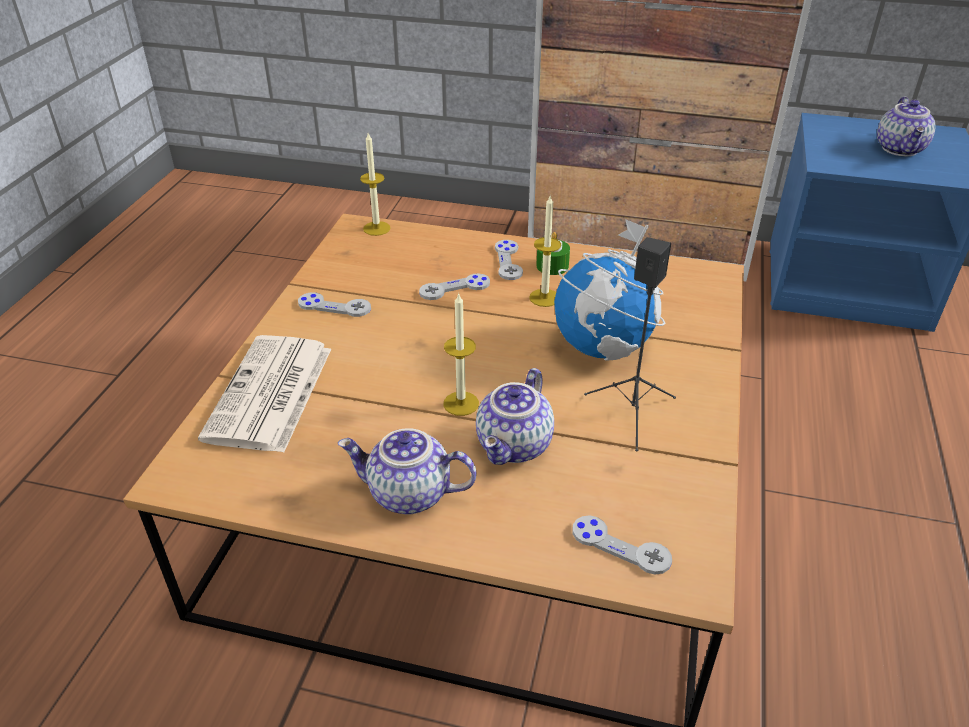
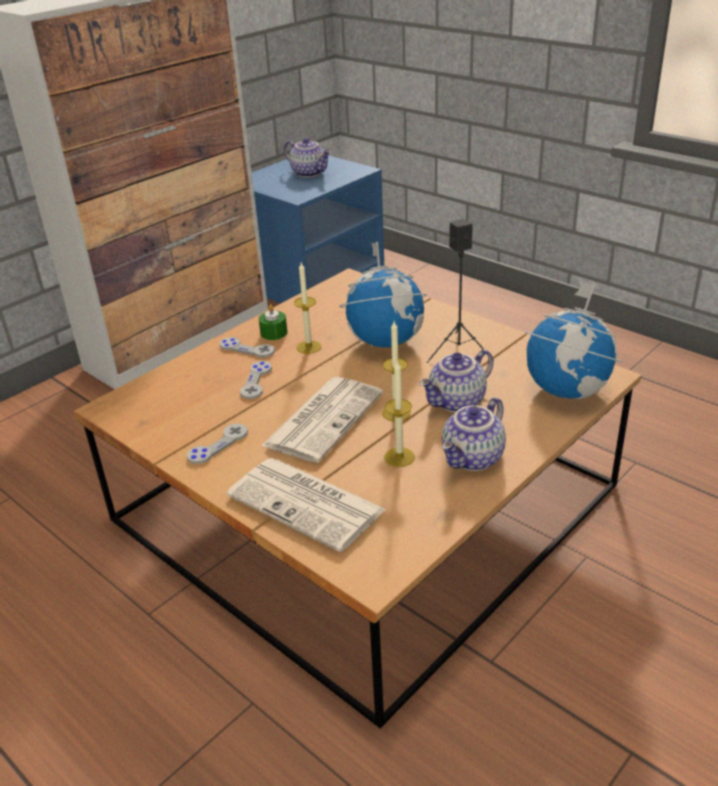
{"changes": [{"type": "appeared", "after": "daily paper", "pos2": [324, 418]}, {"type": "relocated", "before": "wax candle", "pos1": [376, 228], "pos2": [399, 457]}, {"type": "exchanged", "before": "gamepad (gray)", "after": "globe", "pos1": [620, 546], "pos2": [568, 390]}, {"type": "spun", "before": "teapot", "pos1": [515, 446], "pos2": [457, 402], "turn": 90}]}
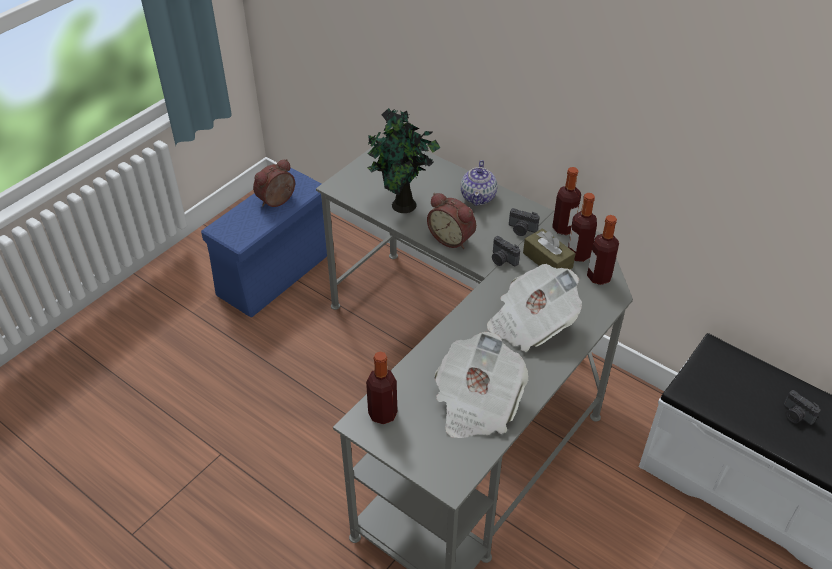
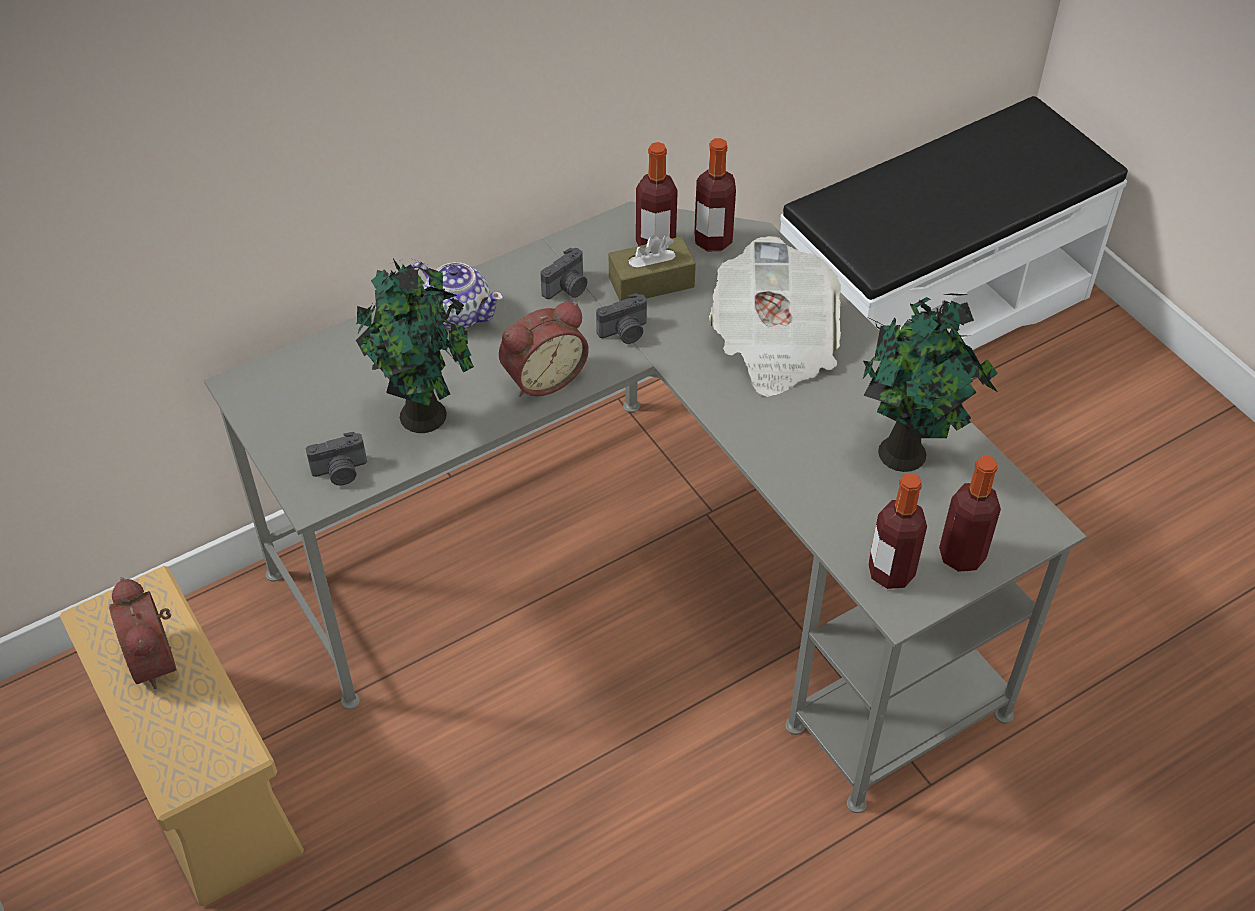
{"changes": [{"type": "relocated", "before": "bottle", "pos1": [563, 228], "pos2": [962, 555]}, {"type": "relocated", "before": "still camera", "pos1": [795, 416], "pos2": [340, 472]}, {"type": "exchanged", "before": "daily paper", "after": "houseplant", "pos1": [476, 403], "pos2": [907, 454]}, {"type": "colour", "before": "storage container (blue-coloured)", "after": "storage container (sand-coloured)", "pos1": [275, 274], "pos2": [205, 783]}]}
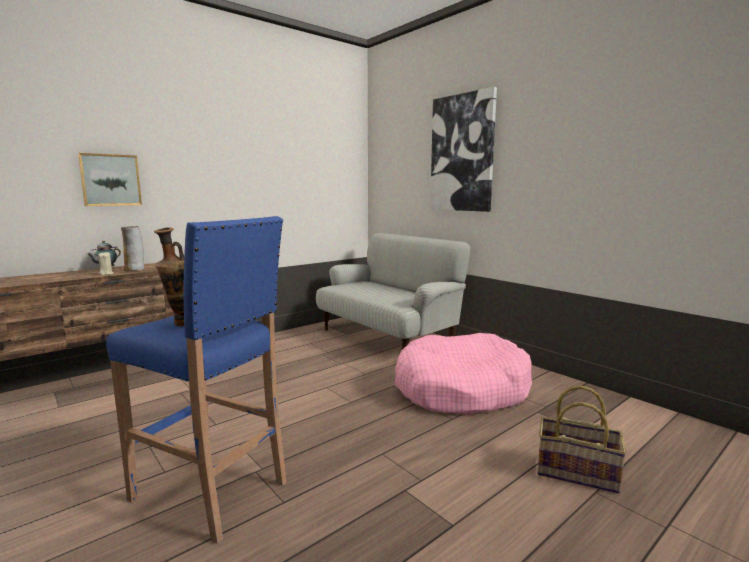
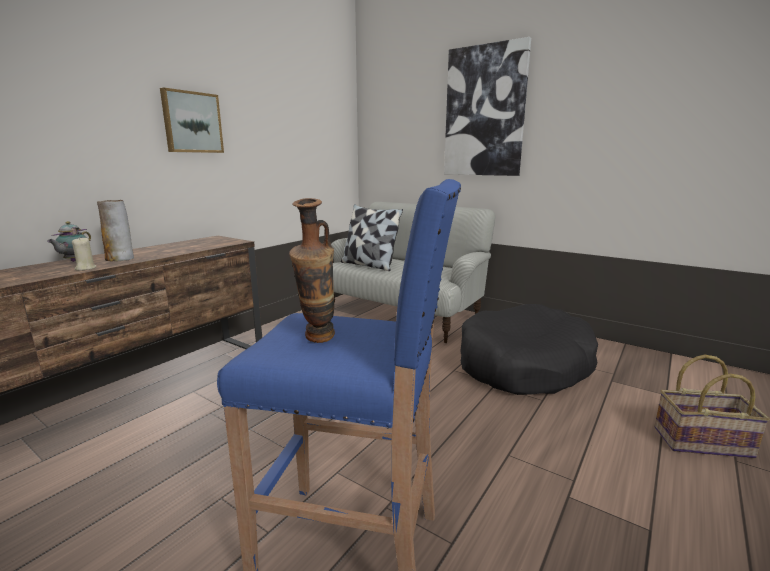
{"changes": [{"type": "appeared", "after": "cushion", "pos2": [369, 265]}, {"type": "relocated", "before": "wall picture", "pos1": [110, 180], "pos2": [192, 122]}, {"type": "colour", "before": "dog cushion (pink-coloured)", "after": "dog cushion (black)", "pos1": [461, 389], "pos2": [523, 365]}]}
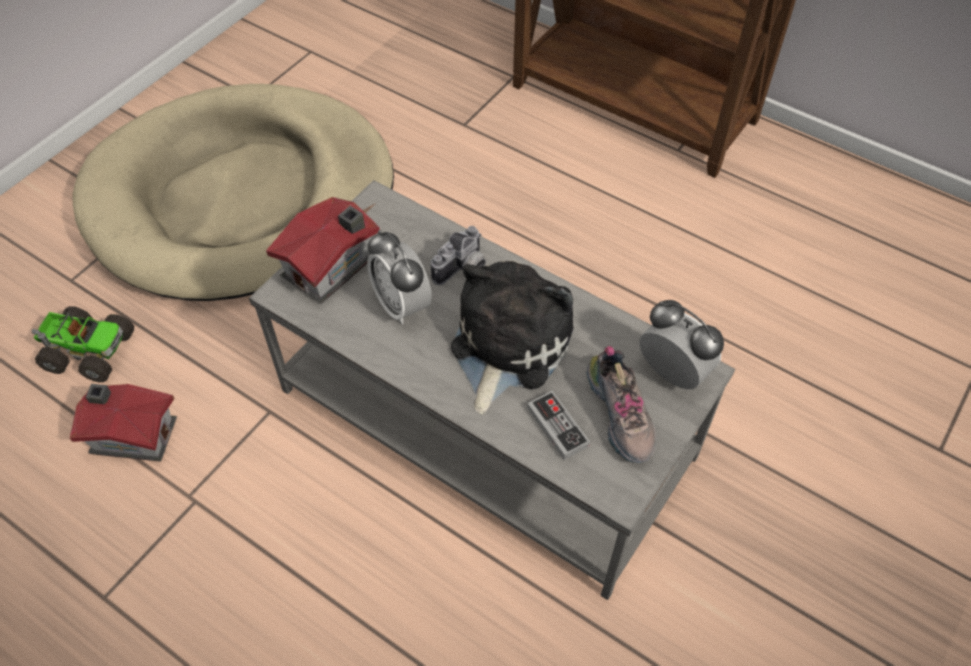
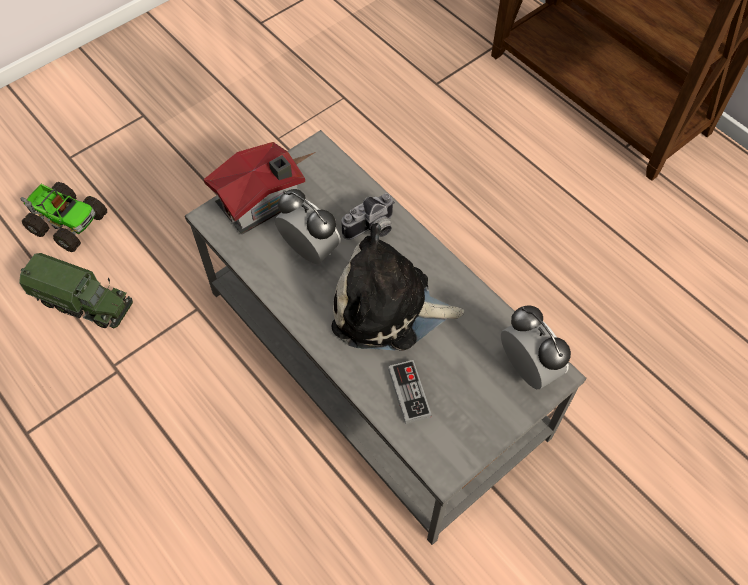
{"changes": [{"type": "missing", "before": "dog cushion (sand-coloured)", "pos1": [241, 198]}, {"type": "missing", "before": "shoe", "pos1": [622, 415]}, {"type": "exchanged", "before": "miniature house", "after": "model truck", "pos1": [133, 434], "pos2": [83, 302]}, {"type": "spun", "before": "table clock", "pos1": [402, 305], "pos2": [310, 251], "turn": 150}, {"type": "spun", "before": "cuddly toy", "pos1": [506, 345], "pos2": [388, 308], "turn": -120}]}
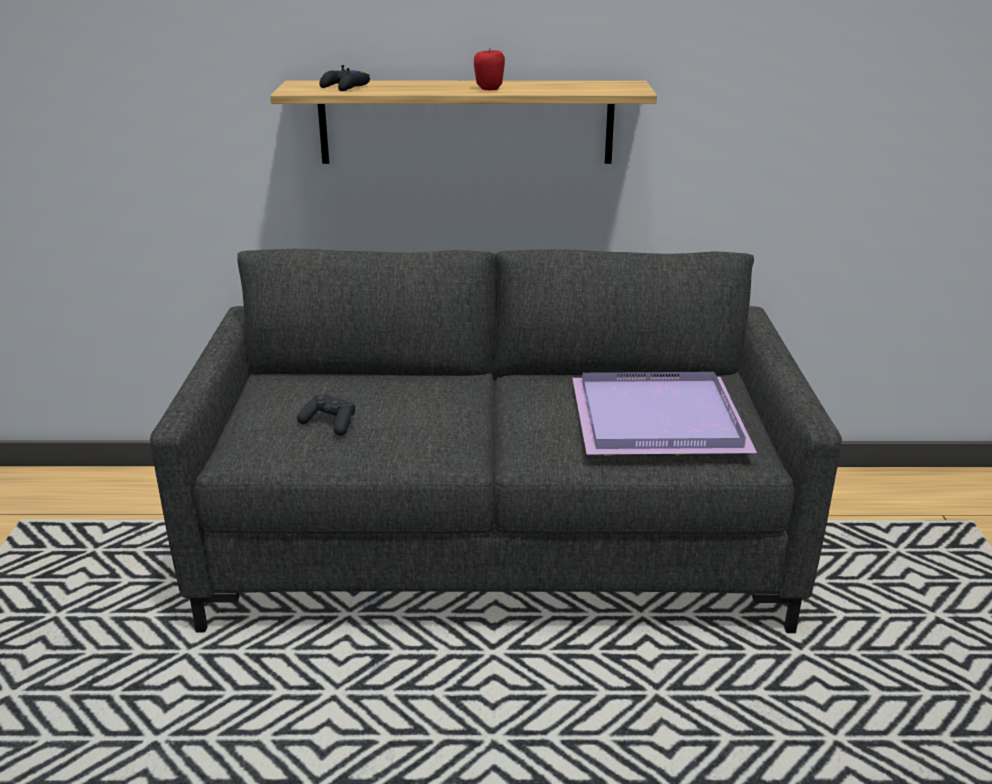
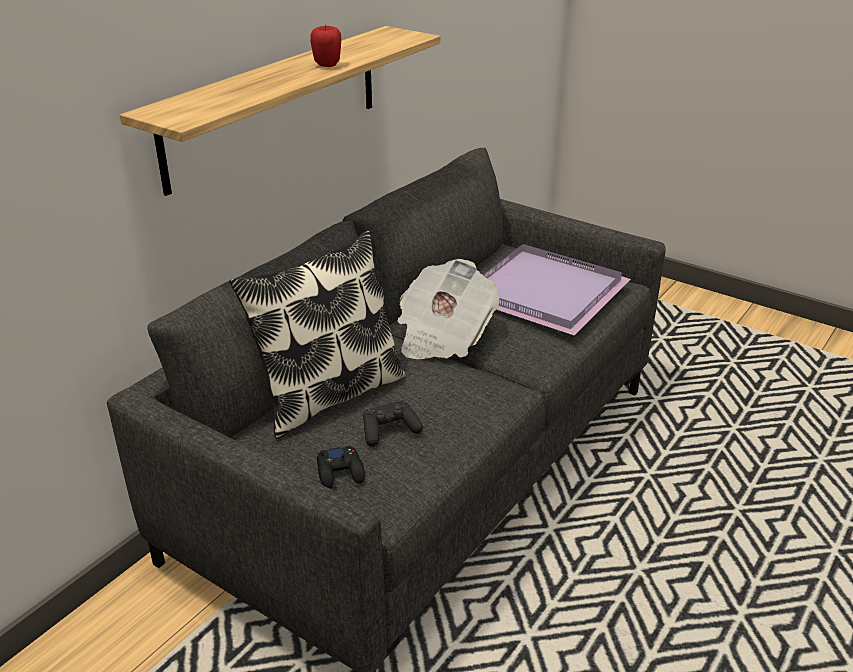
{"changes": [{"type": "appeared", "after": "cushion", "pos2": [328, 395]}, {"type": "appeared", "after": "daily paper", "pos2": [443, 335]}, {"type": "relocated", "before": "gamepad (black)", "pos1": [345, 87], "pos2": [340, 472]}]}
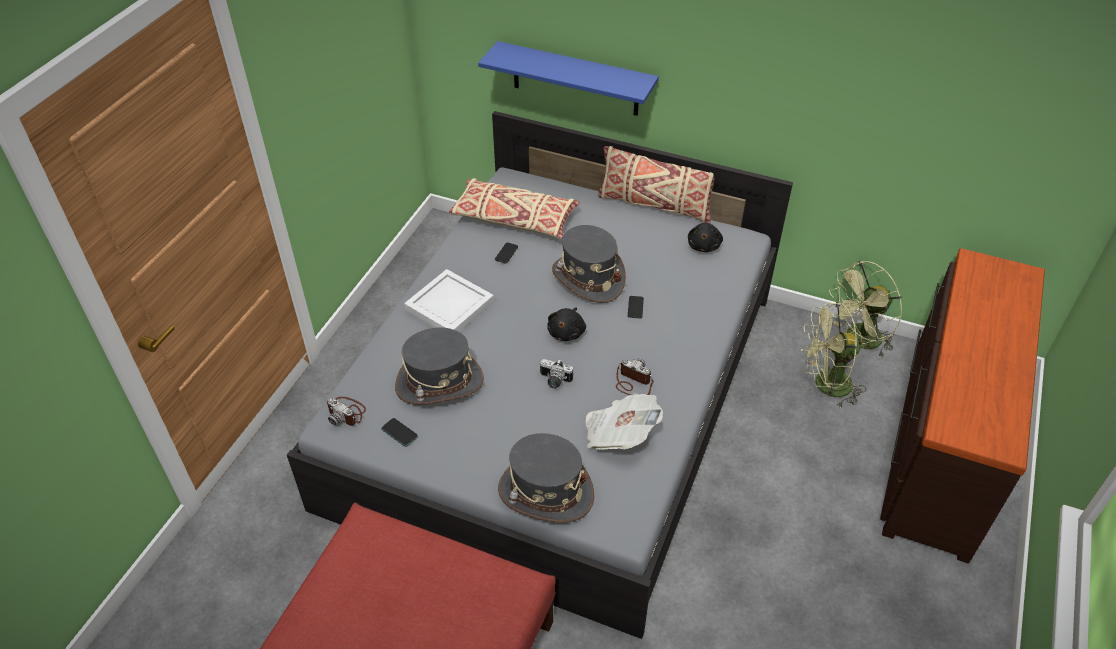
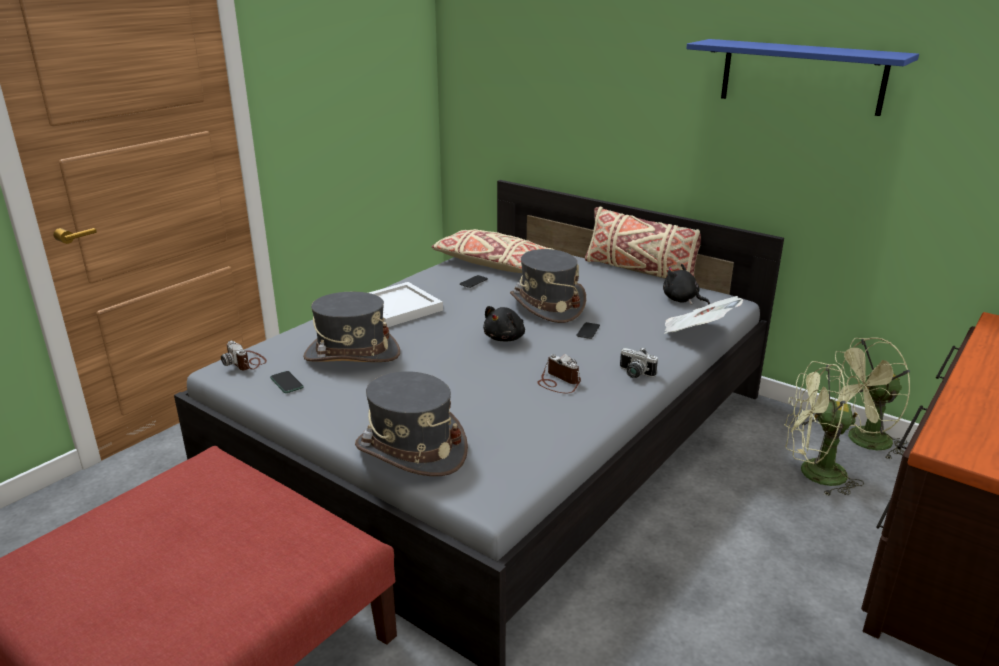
{"changes": [{"type": "relocated", "before": "bracket shelf (blue-coloured)", "pos1": [575, 79], "pos2": [801, 76]}, {"type": "relocated", "before": "still camera", "pos1": [554, 381], "pos2": [634, 374]}, {"type": "relocated", "before": "daily paper", "pos1": [619, 434], "pos2": [697, 333]}, {"type": "spun", "before": "cuddly toy (black)", "pos1": [704, 245], "pos2": [682, 300], "turn": 105}]}
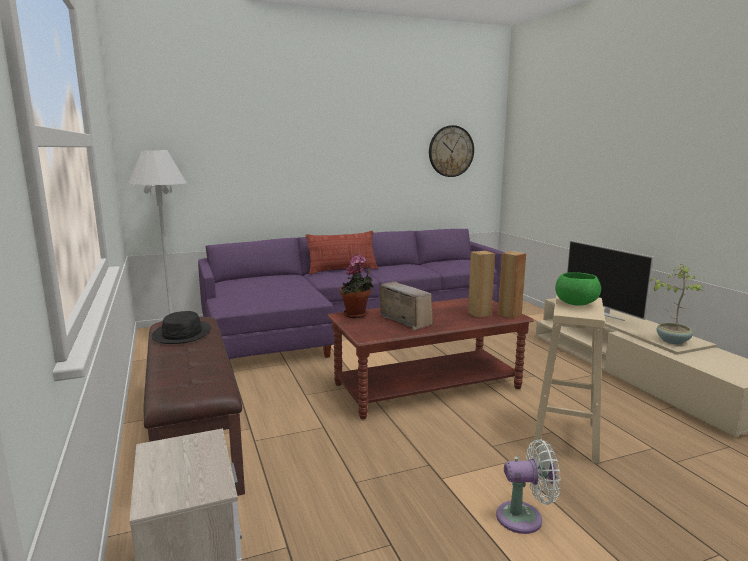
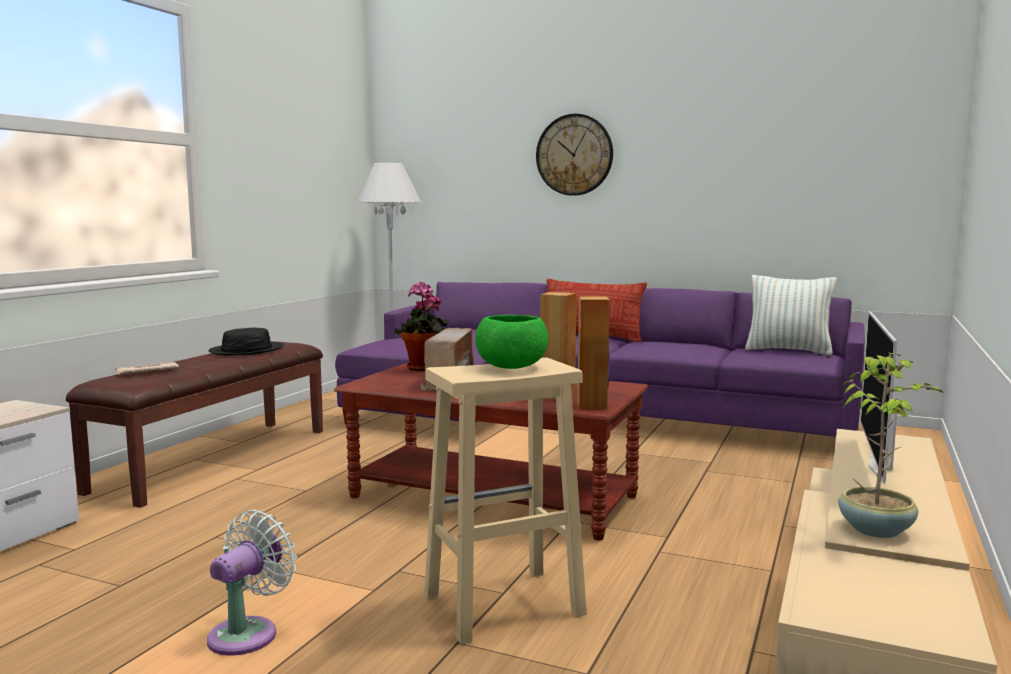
{"changes": [{"type": "appeared", "after": "daily paper", "pos2": [146, 371]}, {"type": "appeared", "after": "cushion", "pos2": [788, 351]}, {"type": "relocated", "before": "wall clock", "pos1": [451, 151], "pos2": [574, 155]}, {"type": "spun", "before": "fan (white-coloured)", "pos1": [524, 518], "pos2": [248, 633], "turn": -105}]}
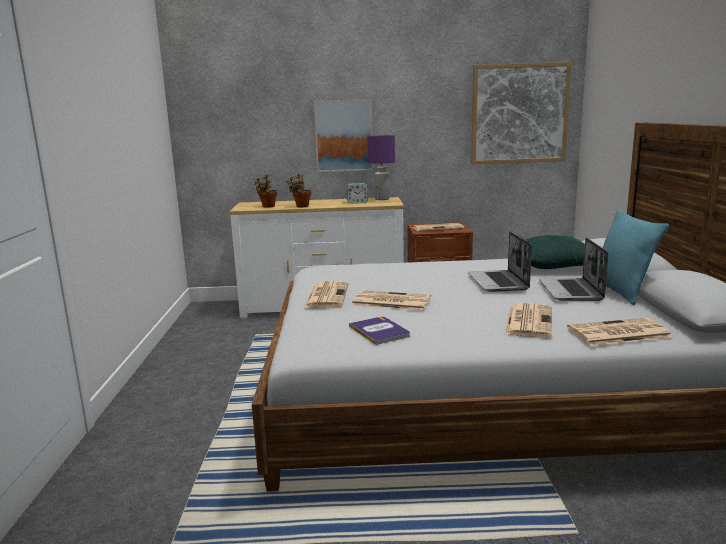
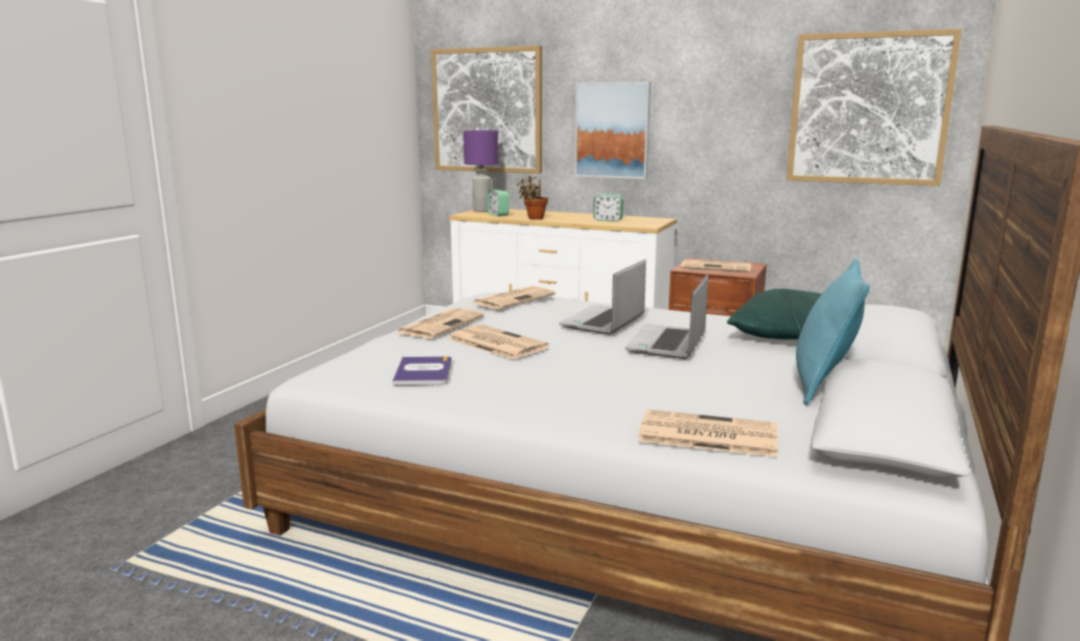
{"changes": [{"type": "appeared", "after": "wall picture", "pos2": [487, 110]}, {"type": "relocated", "before": "table lamp (purple-coloured)", "pos1": [382, 199], "pos2": [482, 211]}, {"type": "relocated", "before": "daily paper", "pos1": [528, 321], "pos2": [514, 299]}, {"type": "relocated", "before": "laptop", "pos1": [571, 291], "pos2": [603, 322]}, {"type": "exchanged", "before": "houseplant", "after": "table clock", "pos1": [267, 206], "pos2": [498, 215]}]}
